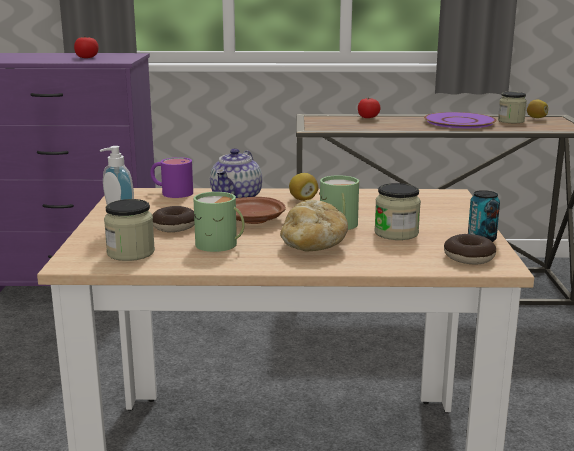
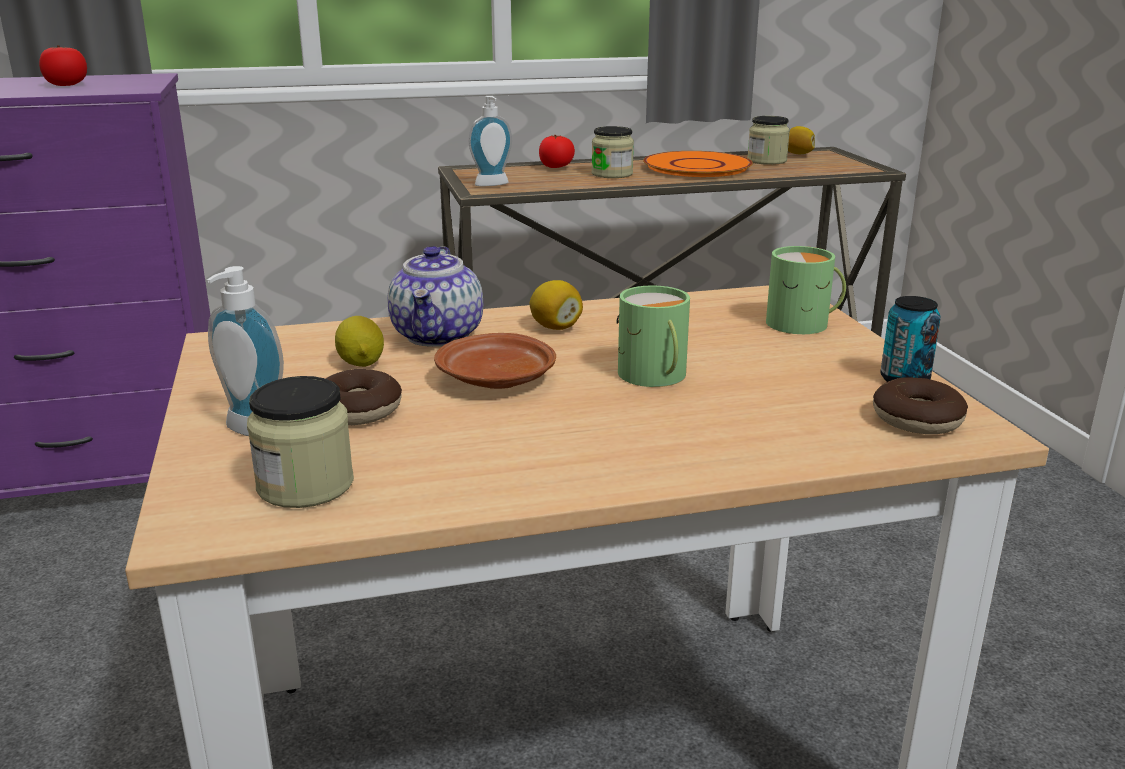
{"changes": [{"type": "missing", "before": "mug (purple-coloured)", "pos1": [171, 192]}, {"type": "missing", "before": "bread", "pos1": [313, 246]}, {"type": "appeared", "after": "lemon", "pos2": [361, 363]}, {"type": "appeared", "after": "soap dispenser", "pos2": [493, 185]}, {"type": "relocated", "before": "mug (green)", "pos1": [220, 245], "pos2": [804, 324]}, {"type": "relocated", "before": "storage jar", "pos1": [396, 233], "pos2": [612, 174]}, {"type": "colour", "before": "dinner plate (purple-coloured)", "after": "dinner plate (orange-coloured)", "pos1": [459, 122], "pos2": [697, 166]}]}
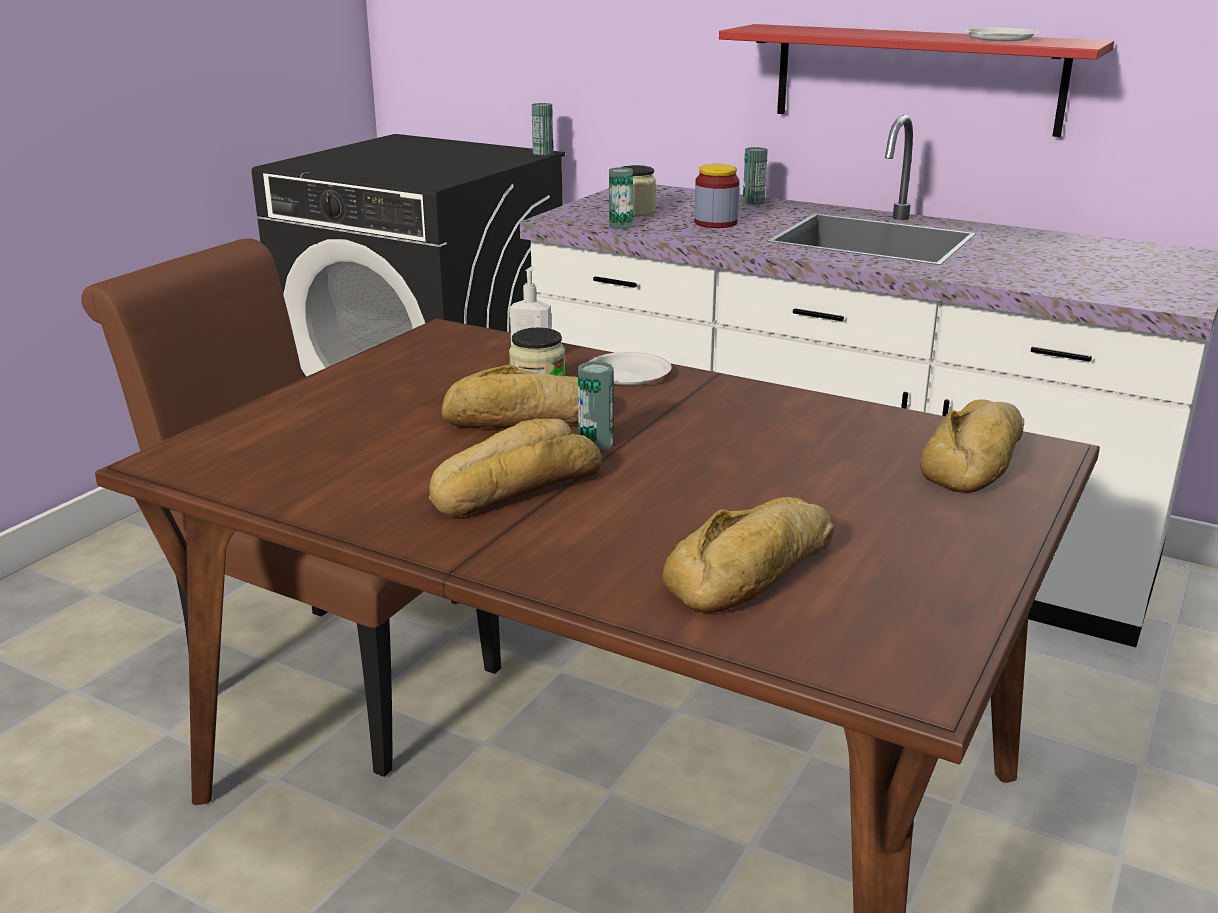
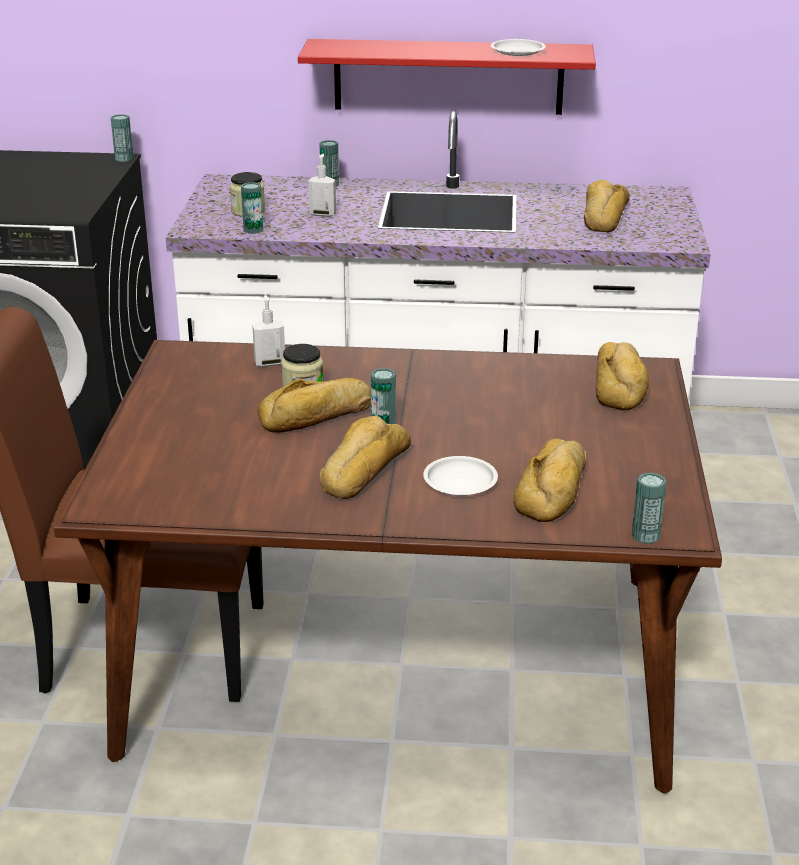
{"changes": [{"type": "appeared", "after": "bread", "pos2": [603, 216]}, {"type": "appeared", "after": "sealed can", "pos2": [645, 536]}, {"type": "relocated", "before": "dinner plate (white-coloured)", "pos1": [628, 374], "pos2": [460, 481]}, {"type": "exchanged", "before": "storage jar", "after": "soap dispenser", "pos1": [715, 223], "pos2": [323, 214]}]}
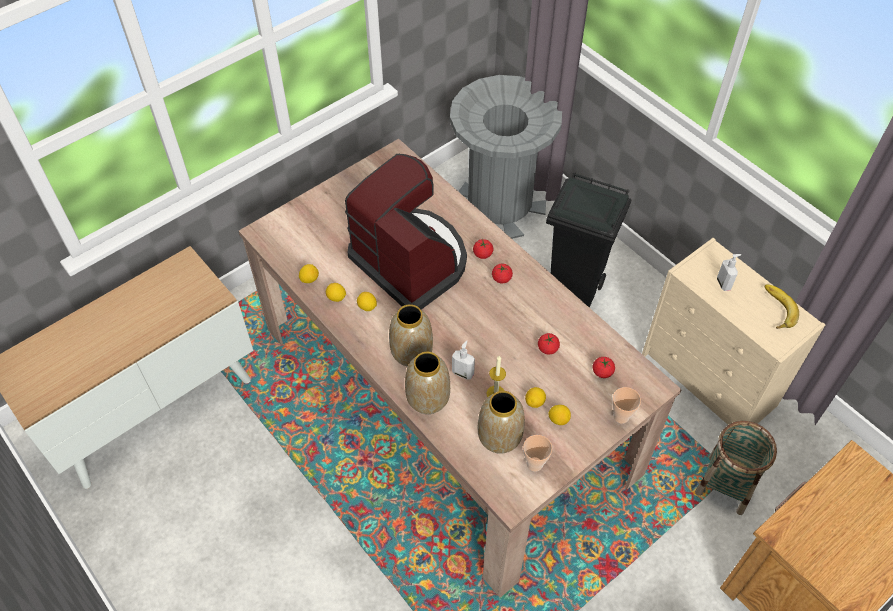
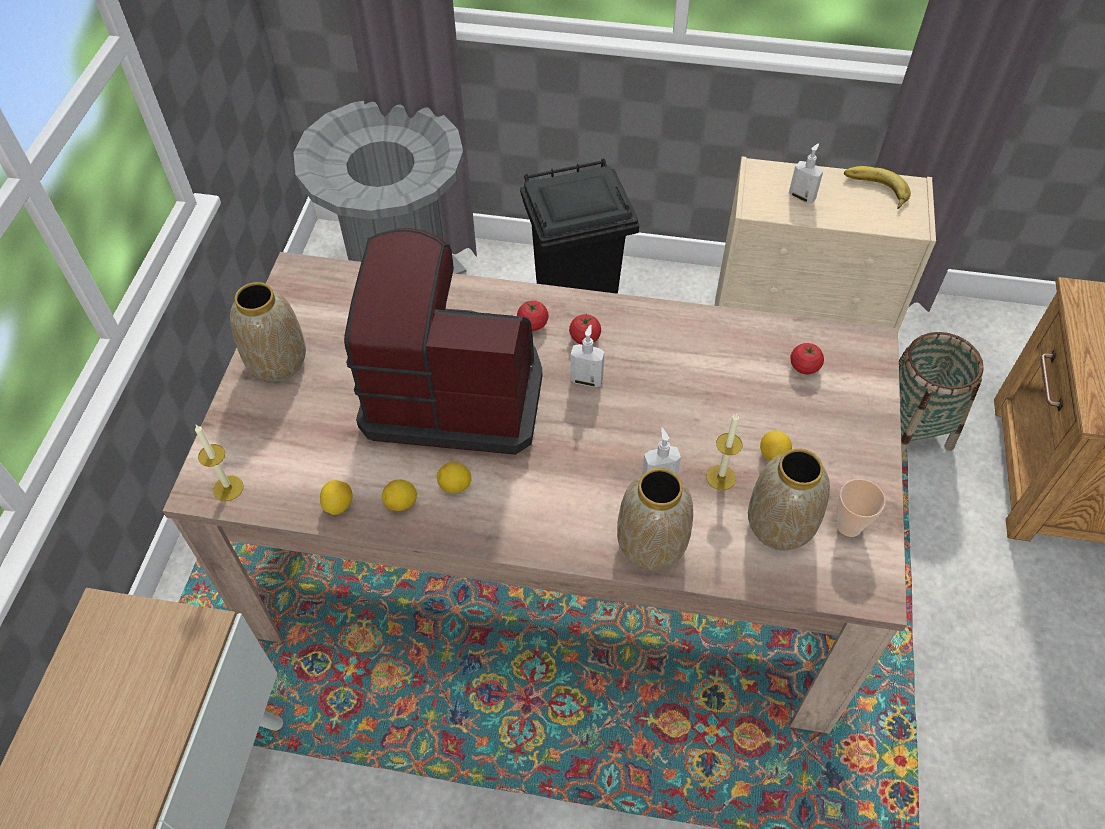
{"changes": [{"type": "missing", "before": "tomato", "pos1": [547, 348]}, {"type": "missing", "before": "lemon", "pos1": [558, 419]}, {"type": "missing", "before": "drinking cup", "pos1": [621, 416]}, {"type": "appeared", "after": "wax candle", "pos2": [228, 488]}, {"type": "appeared", "after": "soap dispenser", "pos2": [586, 379]}, {"type": "relocated", "before": "vase", "pos1": [411, 352], "pos2": [277, 362]}]}
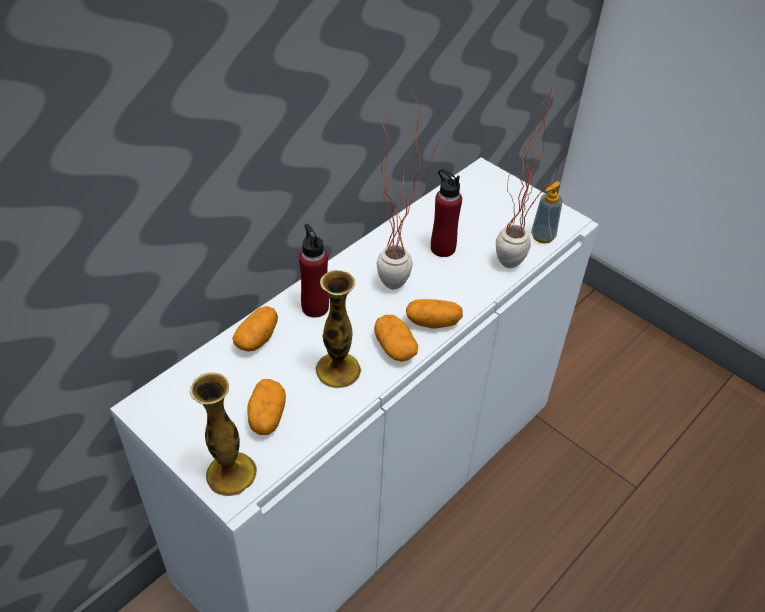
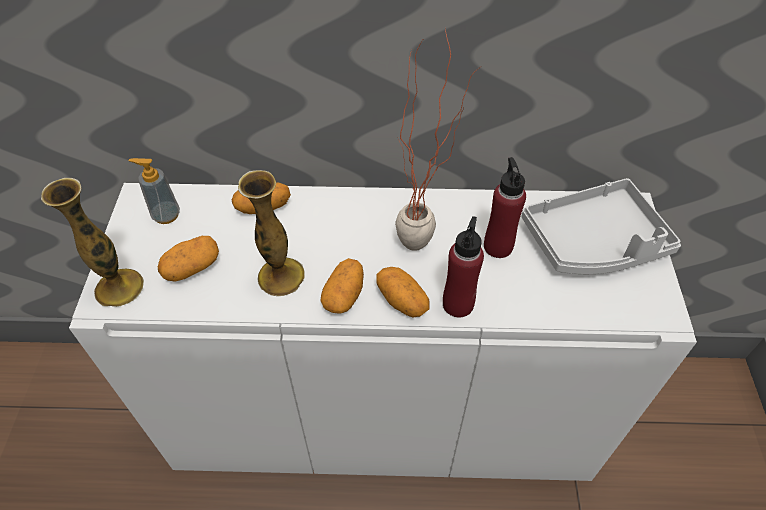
{"changes": [{"type": "missing", "before": "houseplant", "pos1": [511, 271]}, {"type": "appeared", "after": "tray (gray)", "pos2": [594, 242]}, {"type": "relocated", "before": "bottle (red)", "pos1": [315, 307], "pos2": [458, 304]}, {"type": "relocated", "before": "soap dispenser", "pos1": [542, 236], "pos2": [166, 215]}]}
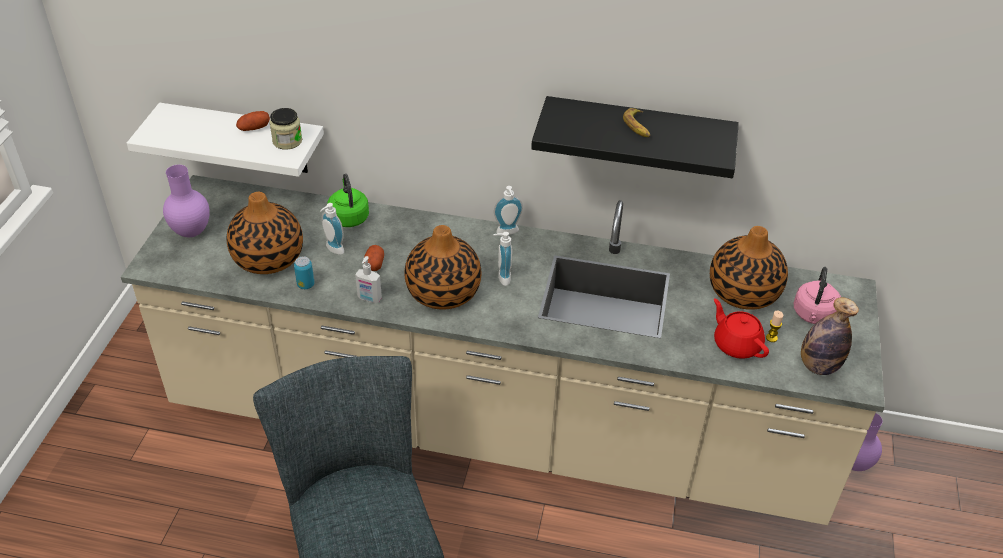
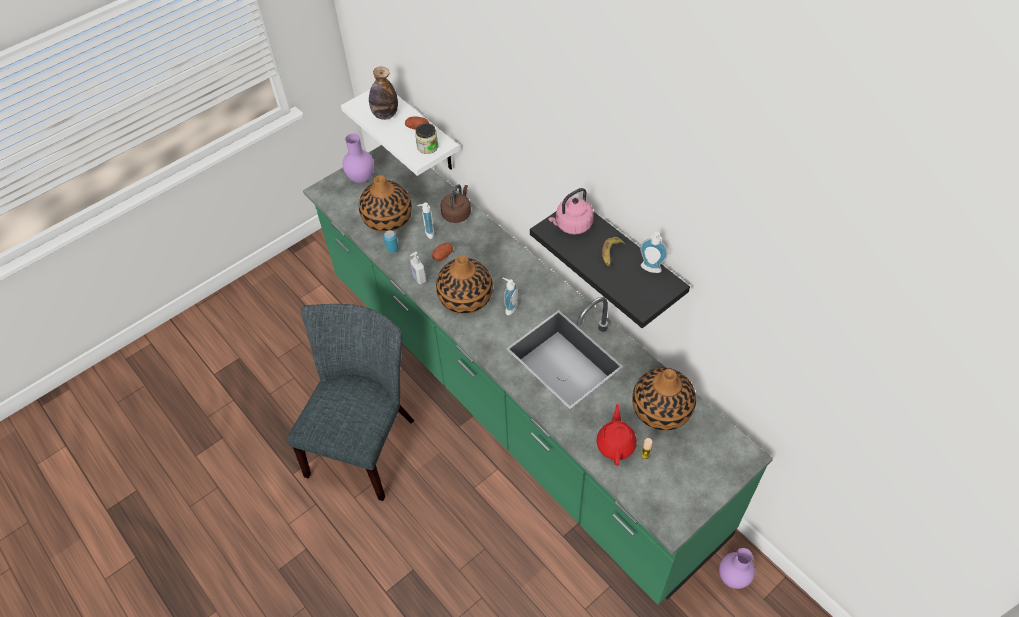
{"changes": [{"type": "relocated", "before": "soap dispenser", "pos1": [508, 233], "pos2": [650, 270]}, {"type": "relocated", "before": "kettle (pink-coloured)", "pos1": [813, 315], "pos2": [572, 225]}, {"type": "relocated", "before": "bottle", "pos1": [818, 366], "pos2": [385, 115]}, {"type": "colour", "before": "kitchen base unit (sand-coloured)", "after": "kitchen base unit (green)", "pos1": [497, 425], "pos2": [513, 399]}, {"type": "colour", "before": "kettle (green)", "after": "kettle (brown-coloured)", "pos1": [348, 217], "pos2": [457, 213]}]}
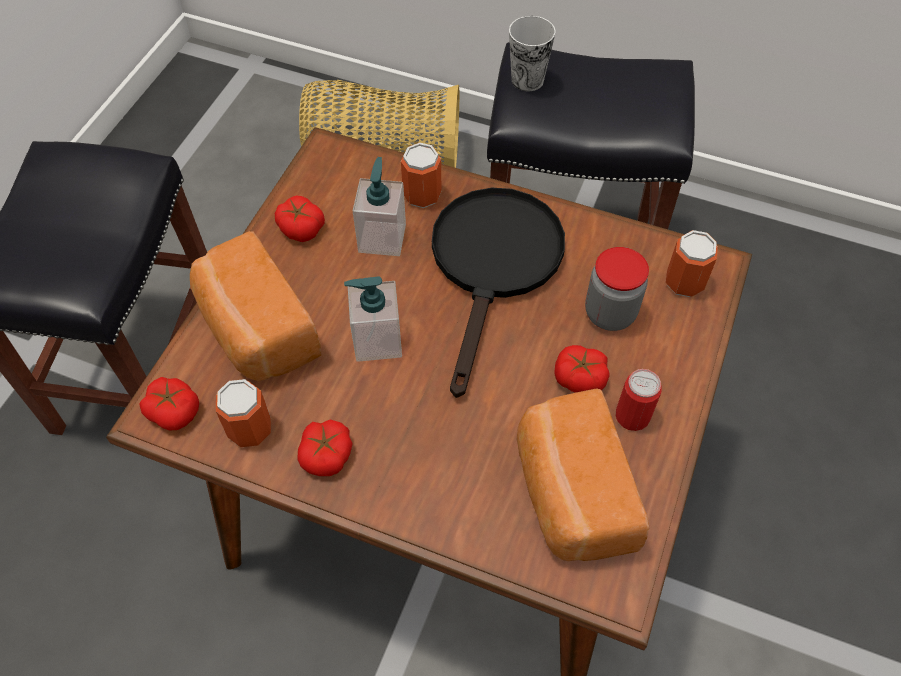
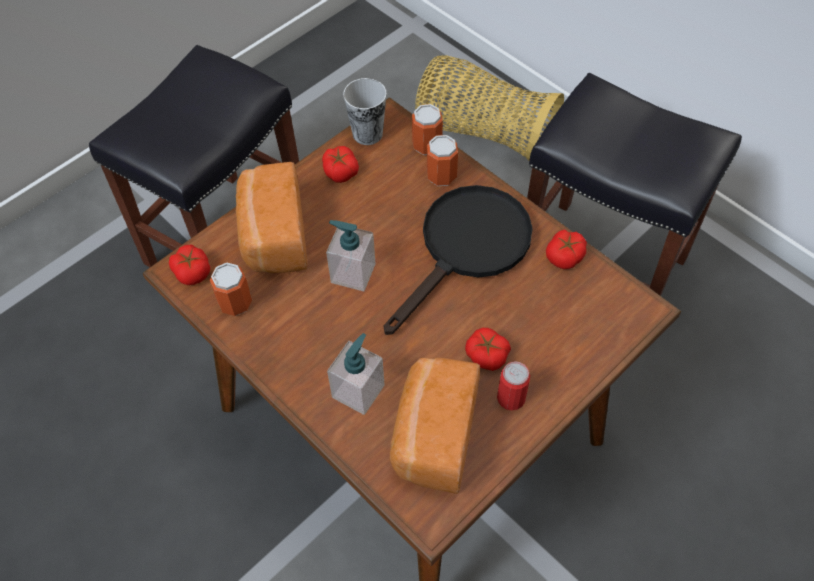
{"changes": [{"type": "missing", "before": "storage jar", "pos1": [610, 313]}, {"type": "relocated", "before": "tomato", "pos1": [327, 454], "pos2": [565, 256]}, {"type": "relocated", "before": "soap dispenser", "pos1": [382, 238], "pos2": [358, 391]}, {"type": "relocated", "before": "drinking cup", "pos1": [527, 80], "pos2": [367, 134]}, {"type": "relocated", "before": "sealed can", "pos1": [684, 282], "pos2": [427, 145]}]}
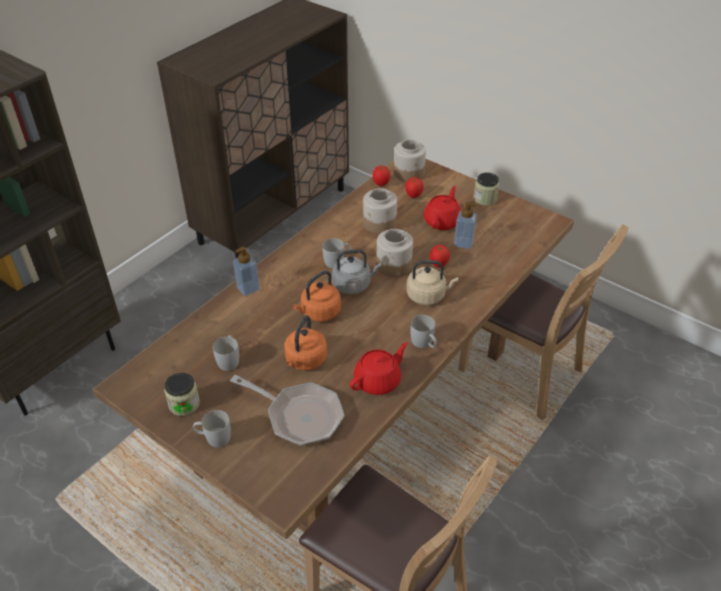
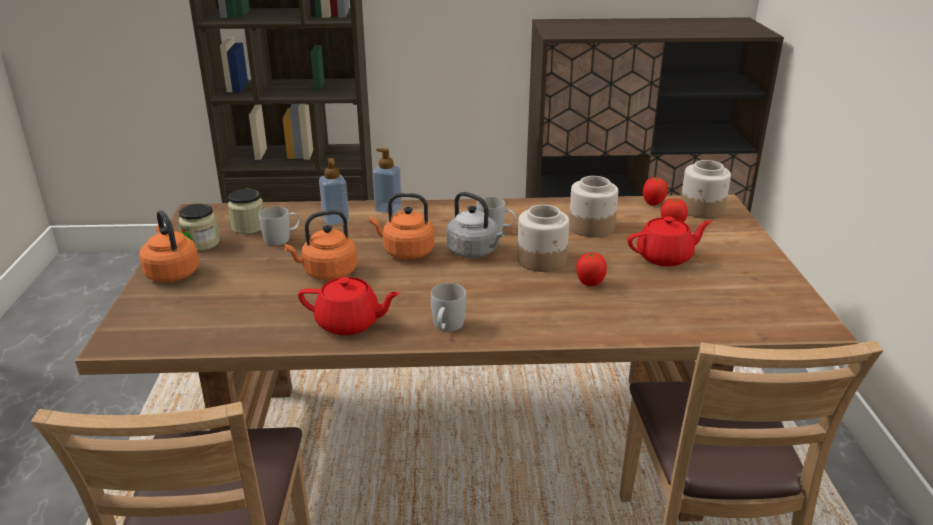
{"changes": [{"type": "missing", "before": "skillet", "pos1": [299, 416]}, {"type": "missing", "before": "kettle (sand-coloured)", "pos1": [428, 295]}, {"type": "relocated", "before": "soap dispenser", "pos1": [463, 243], "pos2": [336, 220]}, {"type": "relocated", "before": "storage jar", "pos1": [485, 199], "pos2": [249, 227]}, {"type": "exchanged", "before": "mug (white-coloured)", "after": "kettle (orange-coloured)", "pos1": [213, 438], "pos2": [171, 273]}]}
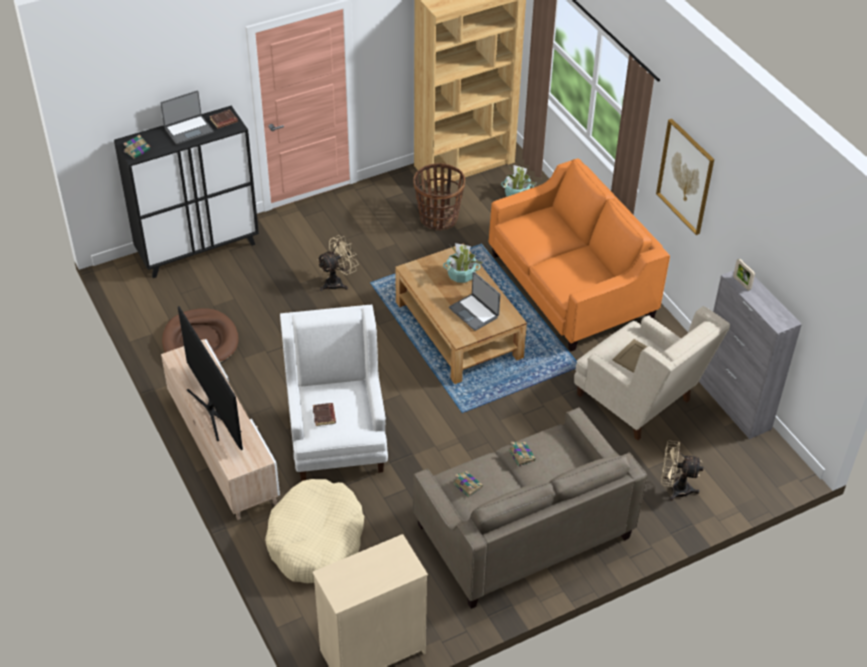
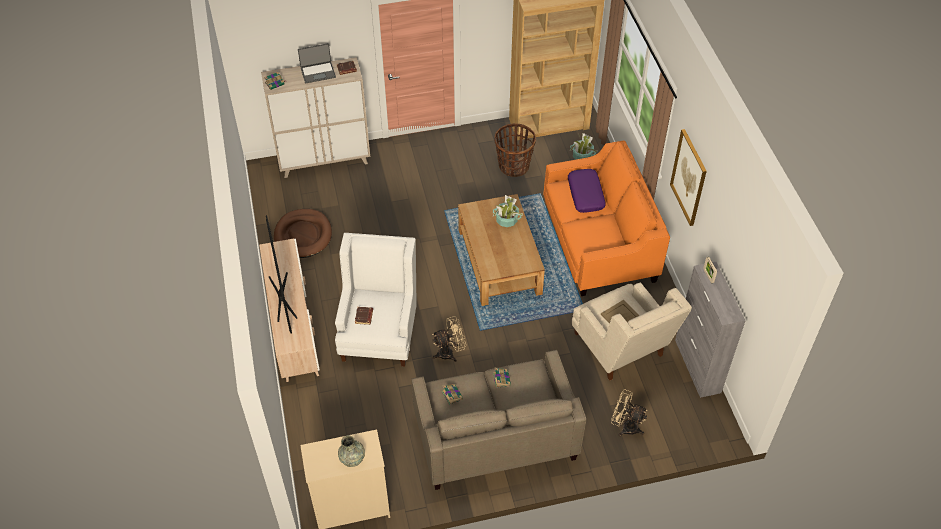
{"changes": [{"type": "missing", "before": "dog cushion (sand-coloured)", "pos1": [316, 541]}, {"type": "missing", "before": "laptop", "pos1": [474, 312]}, {"type": "appeared", "after": "vase (gray)", "pos2": [352, 457]}, {"type": "appeared", "after": "cushion (purple-coloured)", "pos2": [586, 195]}, {"type": "relocated", "before": "fan (sand-coloured)", "pos1": [337, 282], "pos2": [449, 352]}, {"type": "colour", "before": "cupboard (black)", "after": "cupboard (sand-coloured)", "pos1": [198, 250], "pos2": [324, 161]}]}
